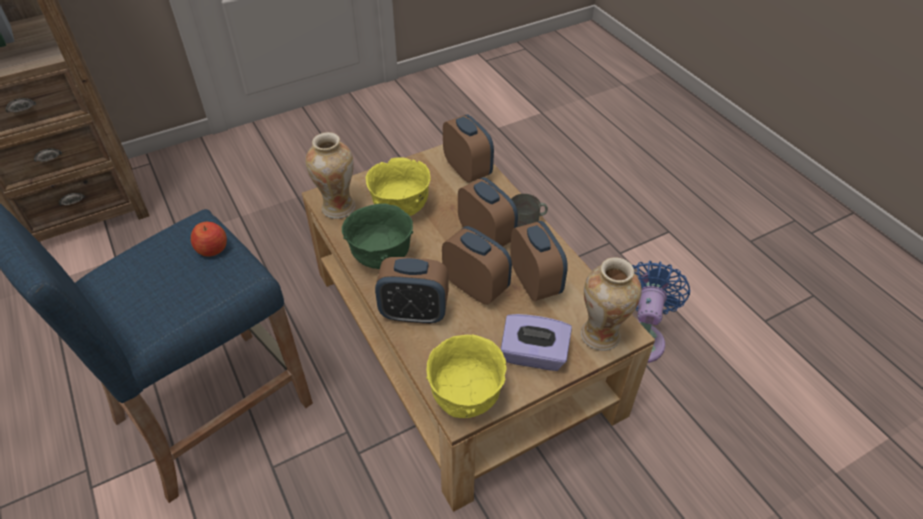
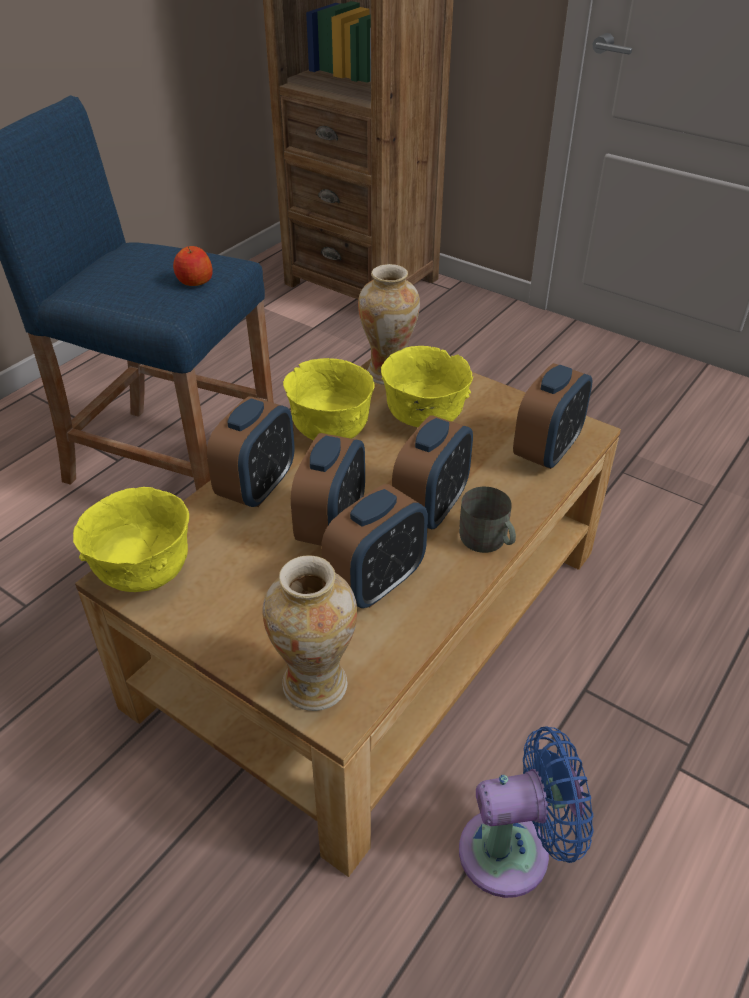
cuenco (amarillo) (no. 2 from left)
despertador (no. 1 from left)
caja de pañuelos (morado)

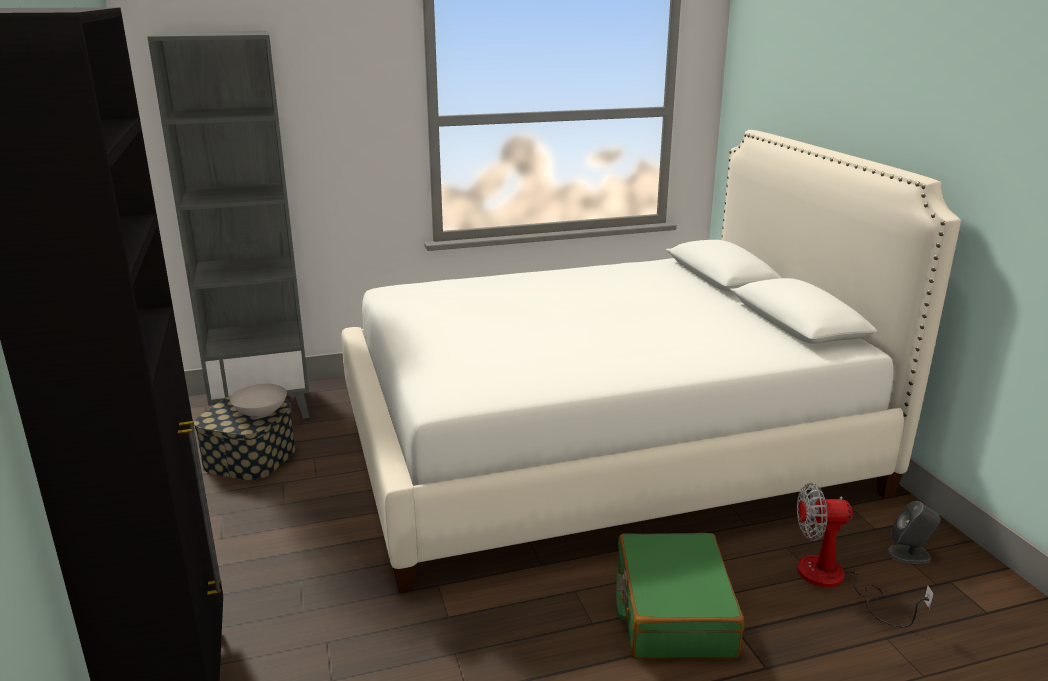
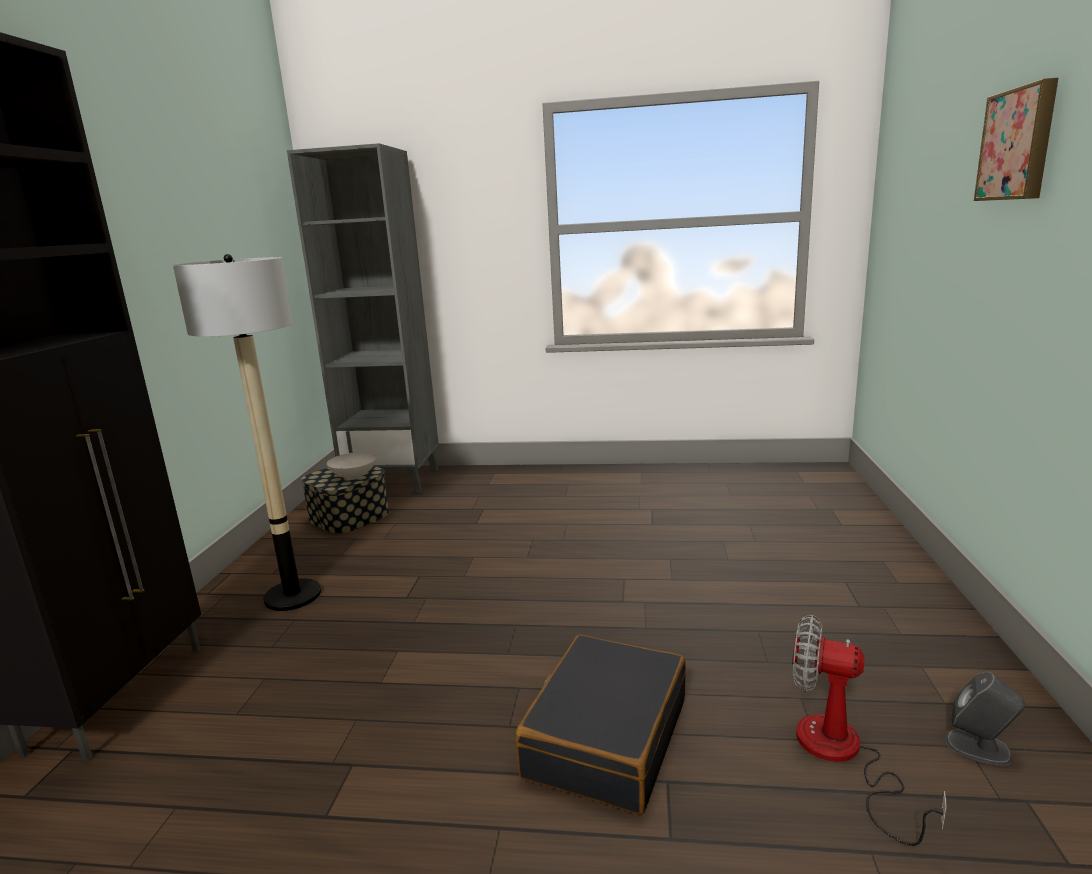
cama (blanco)
maleta (negro)
cuadro
lámpara de pie

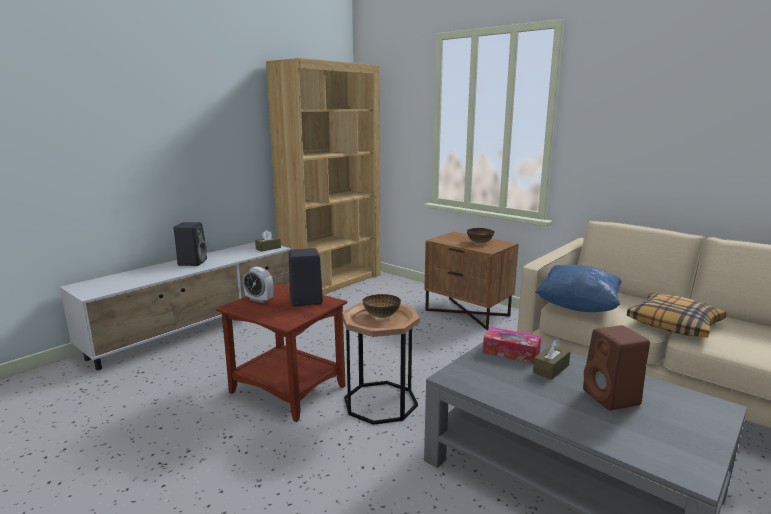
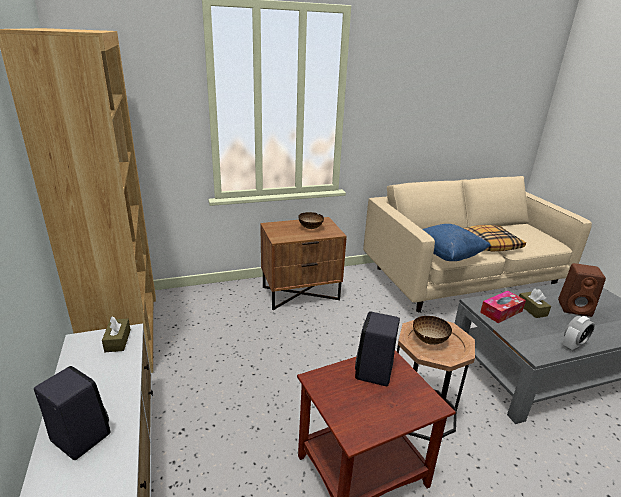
despertador

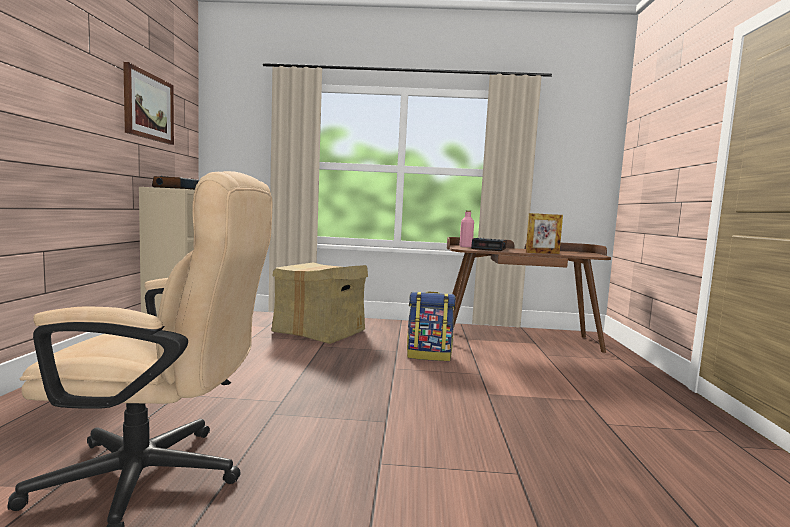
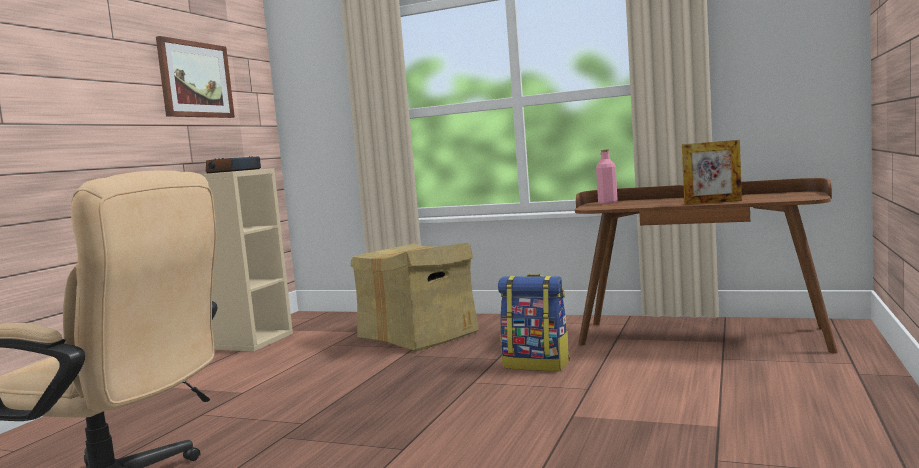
despertador (no. 2 from left in the first image)

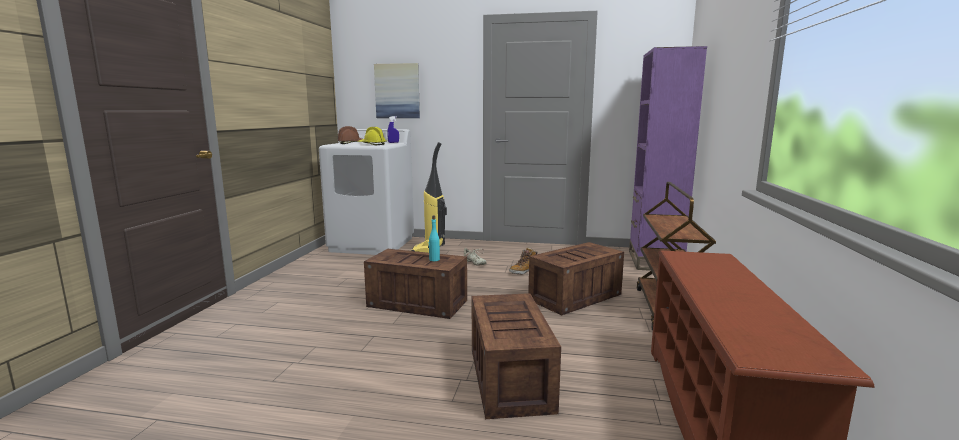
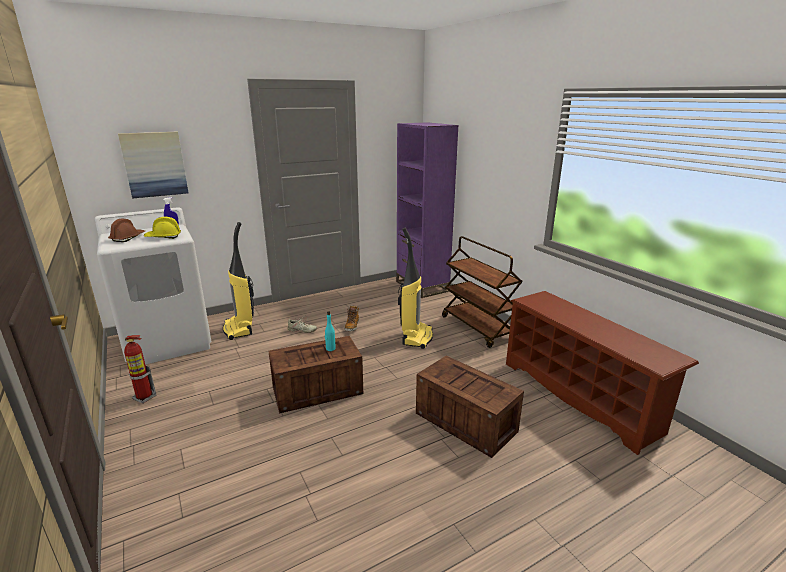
aspiradora (no. 2 from left)
extintor

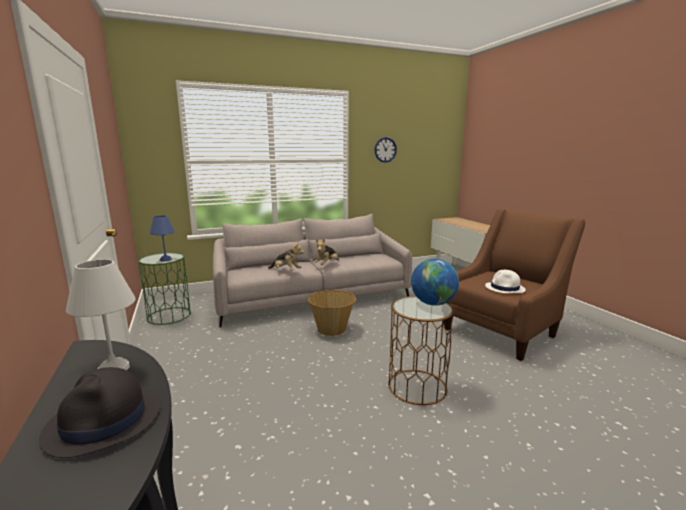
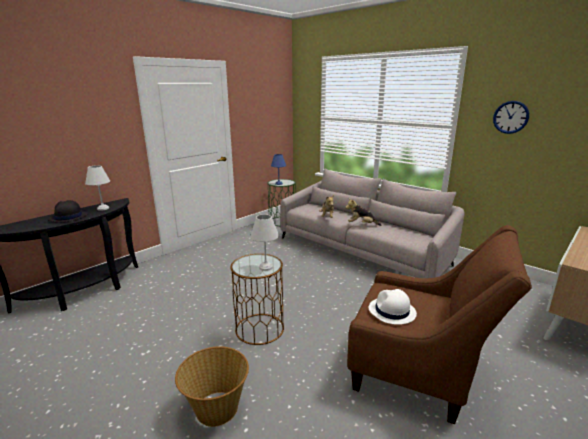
lámpara de mesa (blanco) (no. 2 from left)
cesta

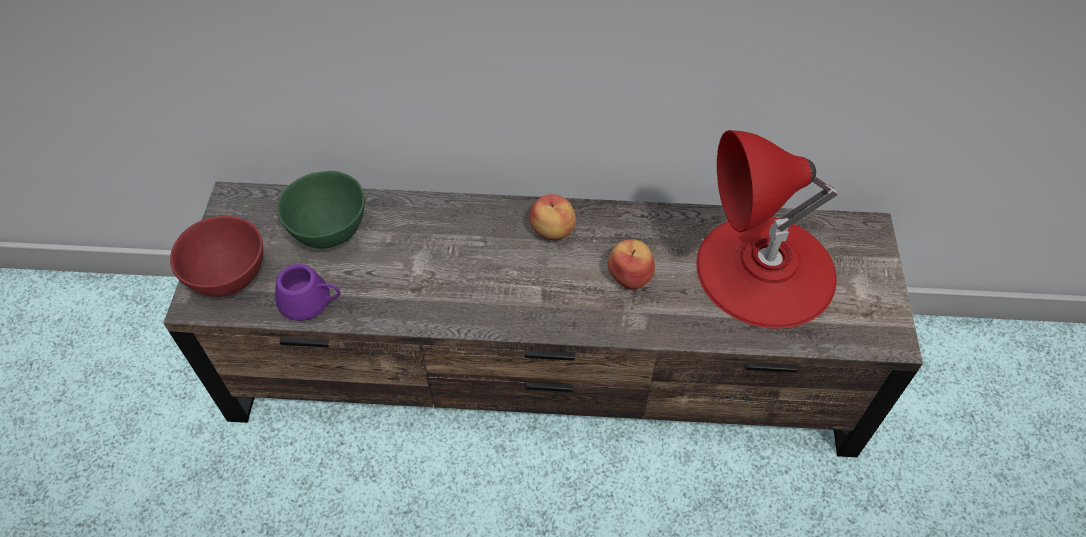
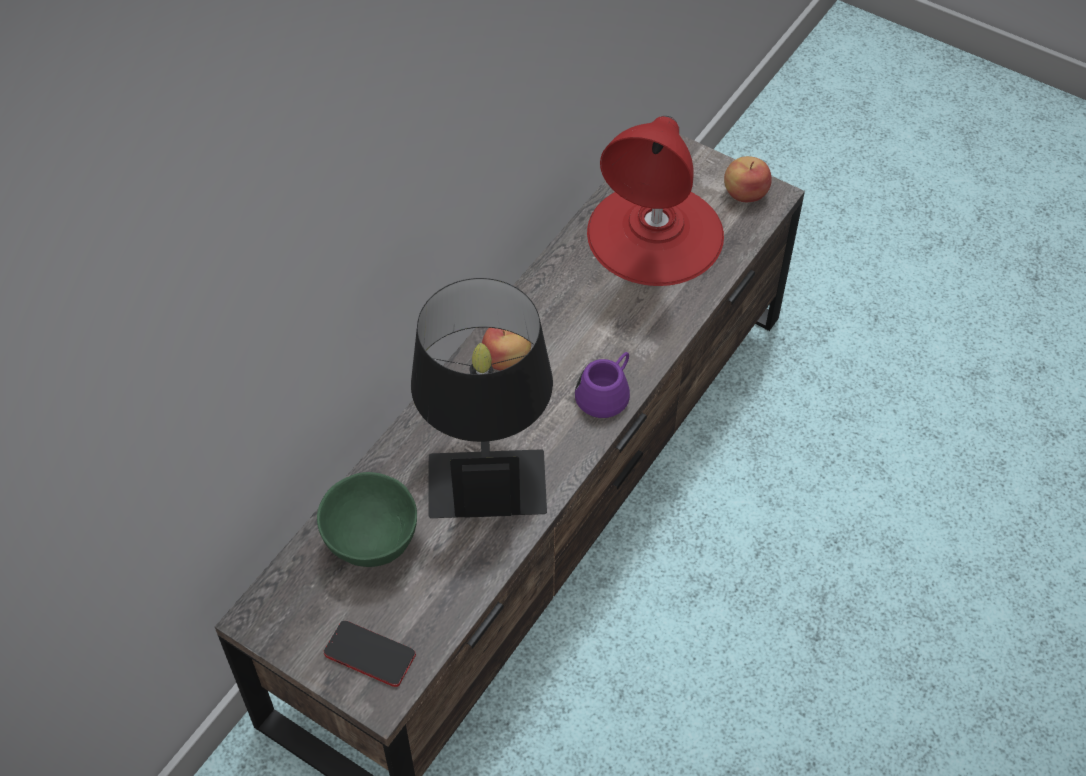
móvil
manzana (no. 2 from left)
taza grande (morado)
lámpara de mesa (negro)

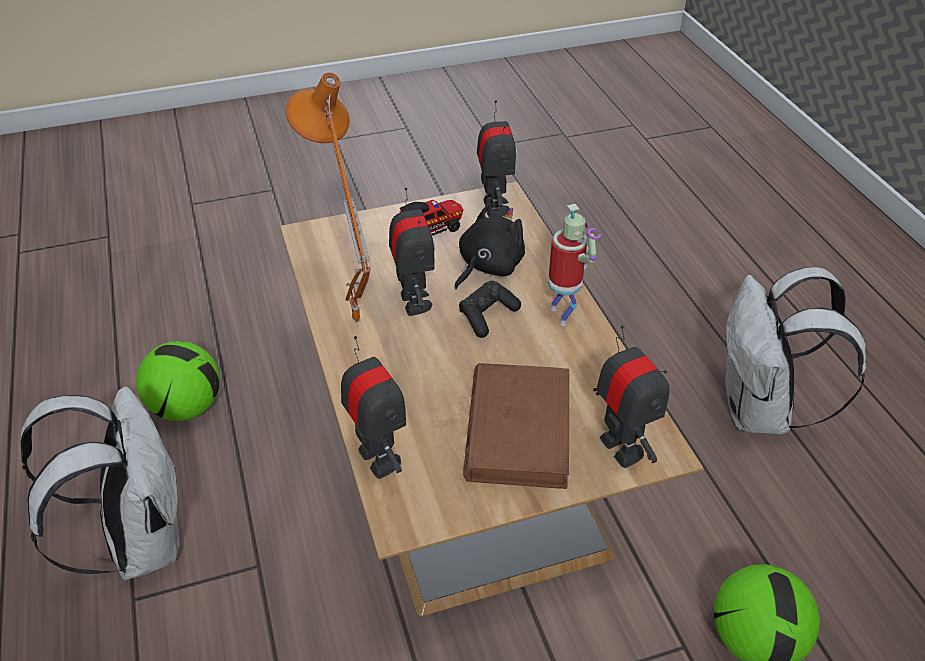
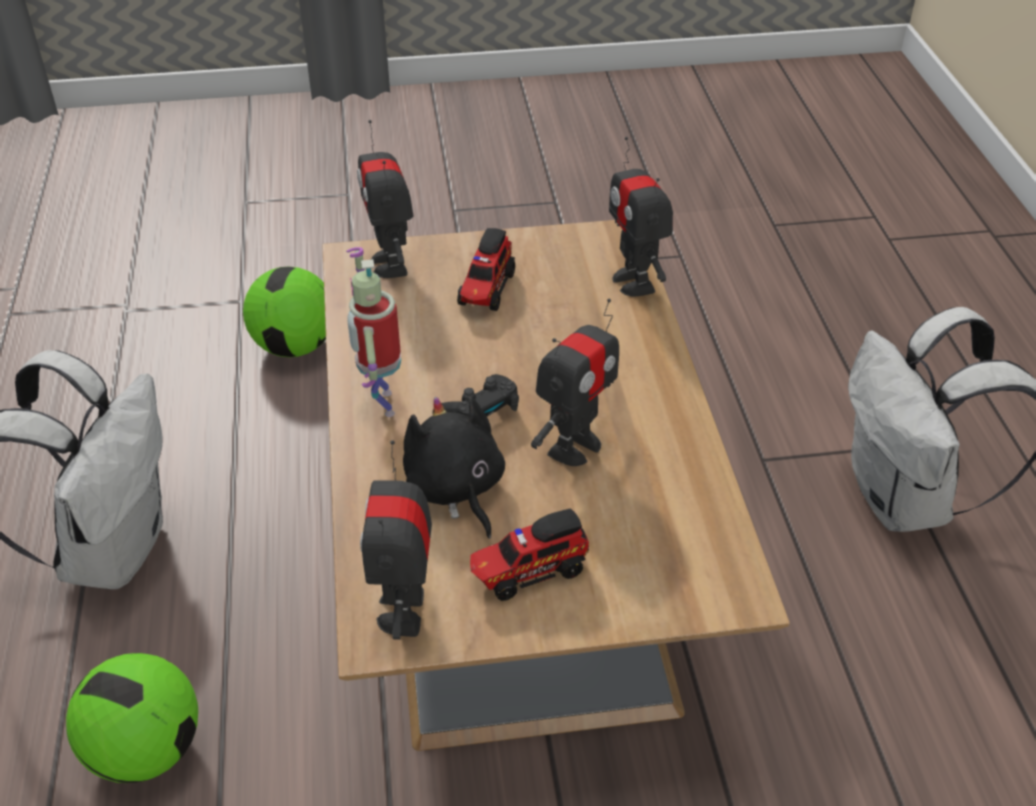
lámpara de mesa (naranja)
robot de juguete (no. 4 from left)
peluche (negro)
balón de fútbol (no. 1 from left)
camión de juguete (no. 1 from left)

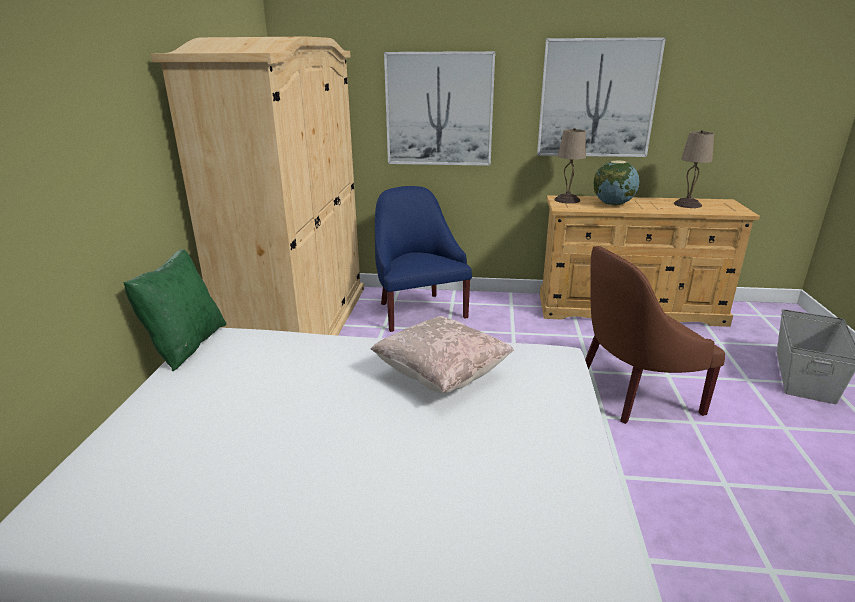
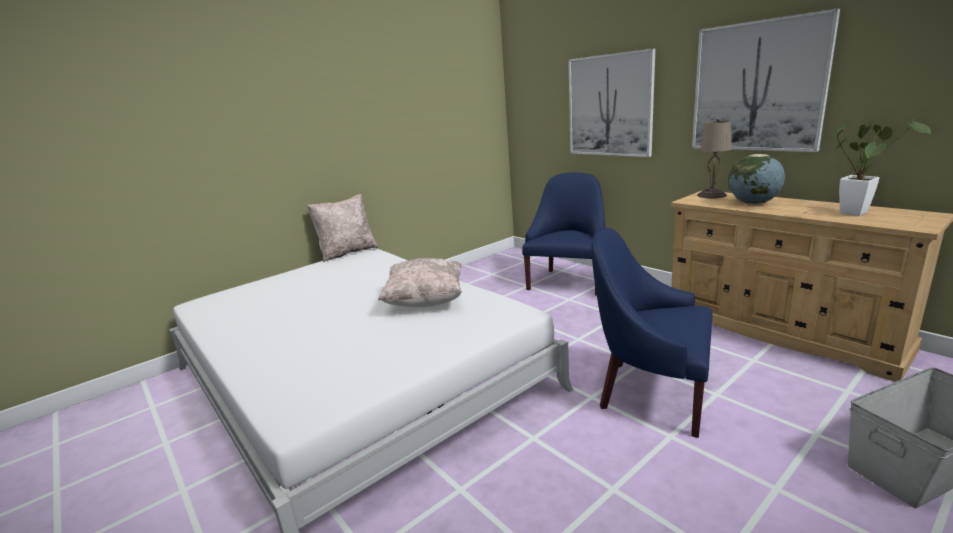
armario ropero (beis)
planta en maceta
sillón (azul) (no. 2 from left)
cojín (beis) (no. 1 from left)

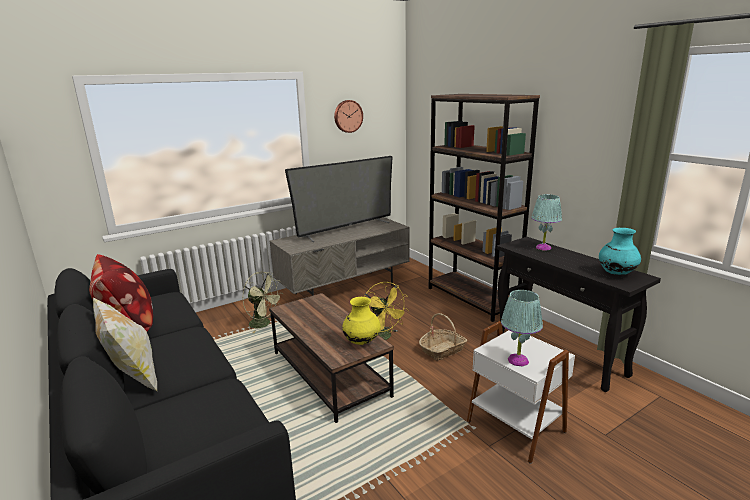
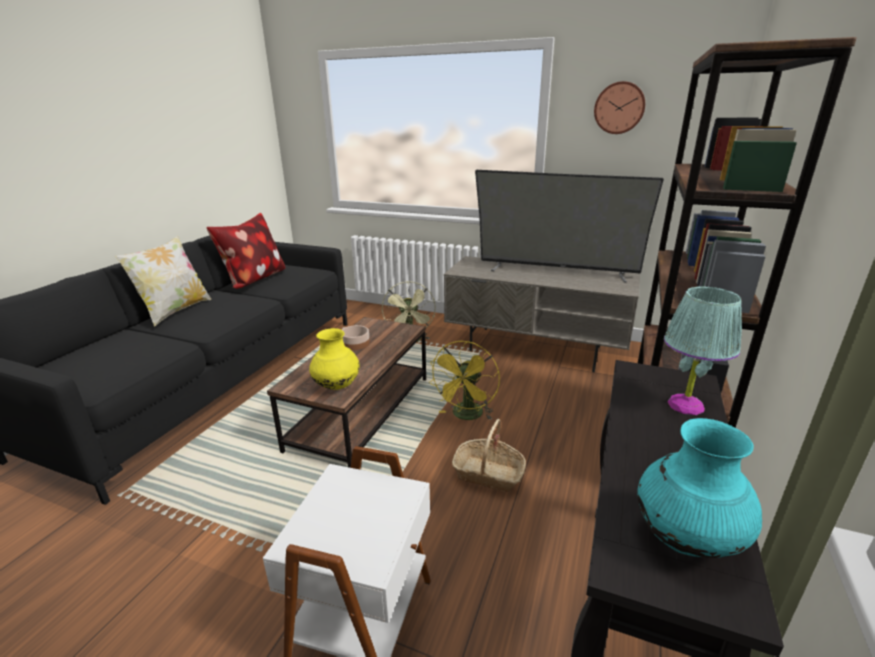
lámpara de mesa (turquesa) (no. 1 from left in the first image)
cuenco

